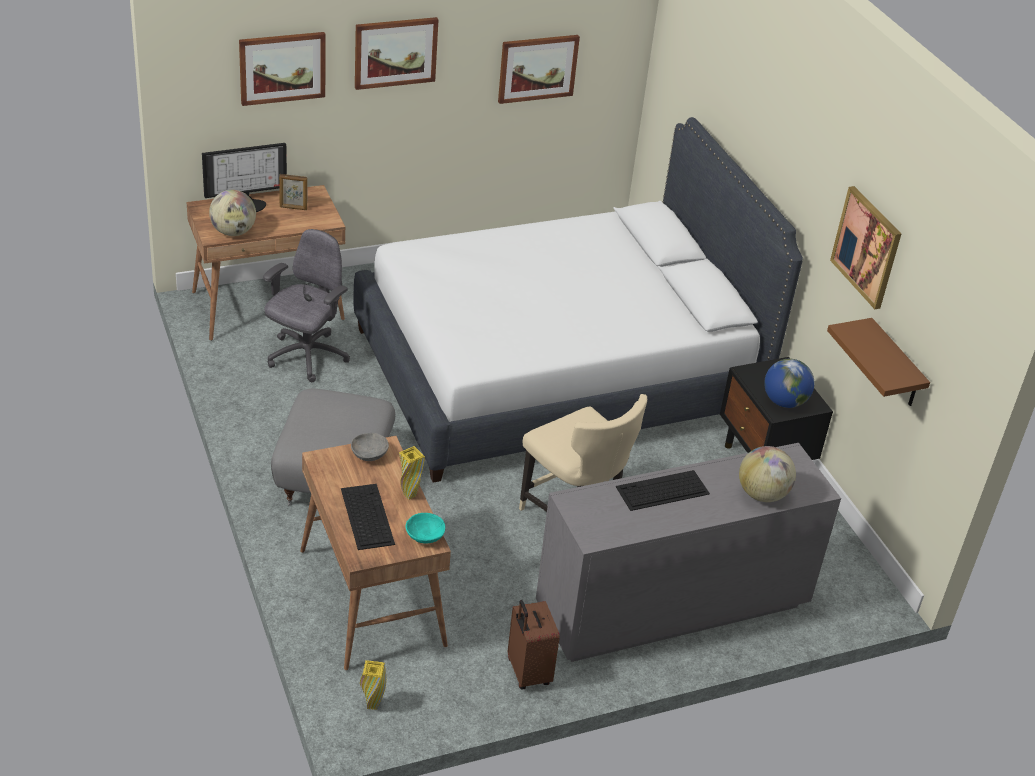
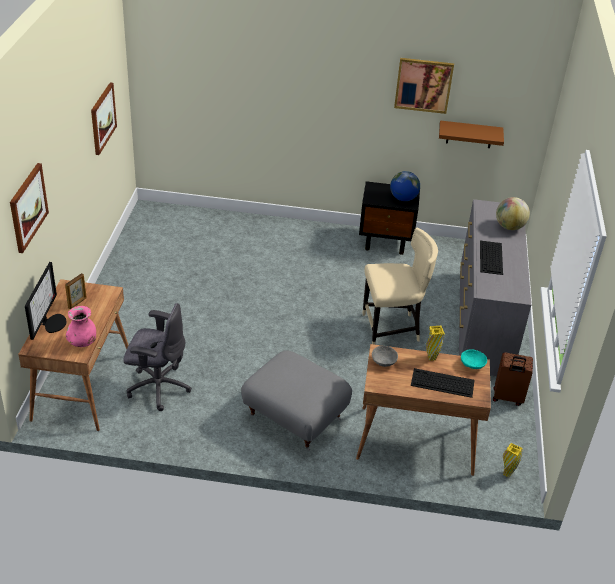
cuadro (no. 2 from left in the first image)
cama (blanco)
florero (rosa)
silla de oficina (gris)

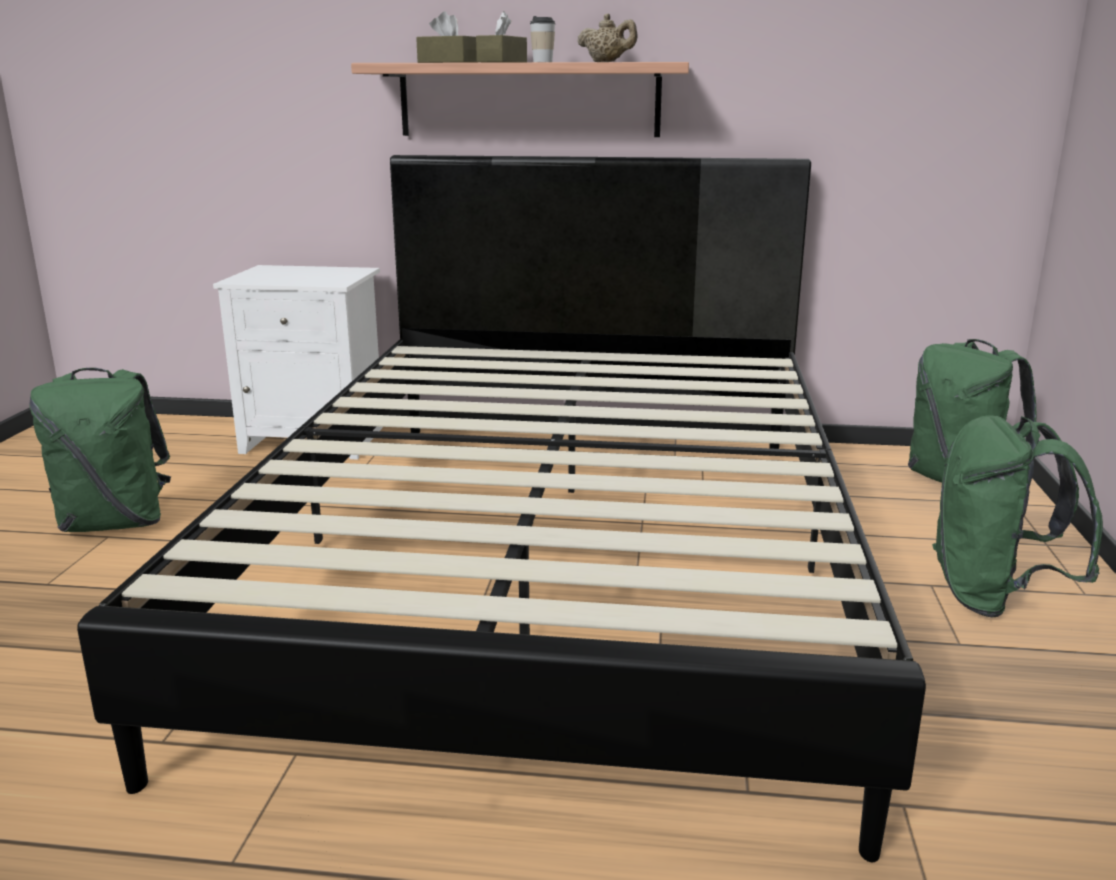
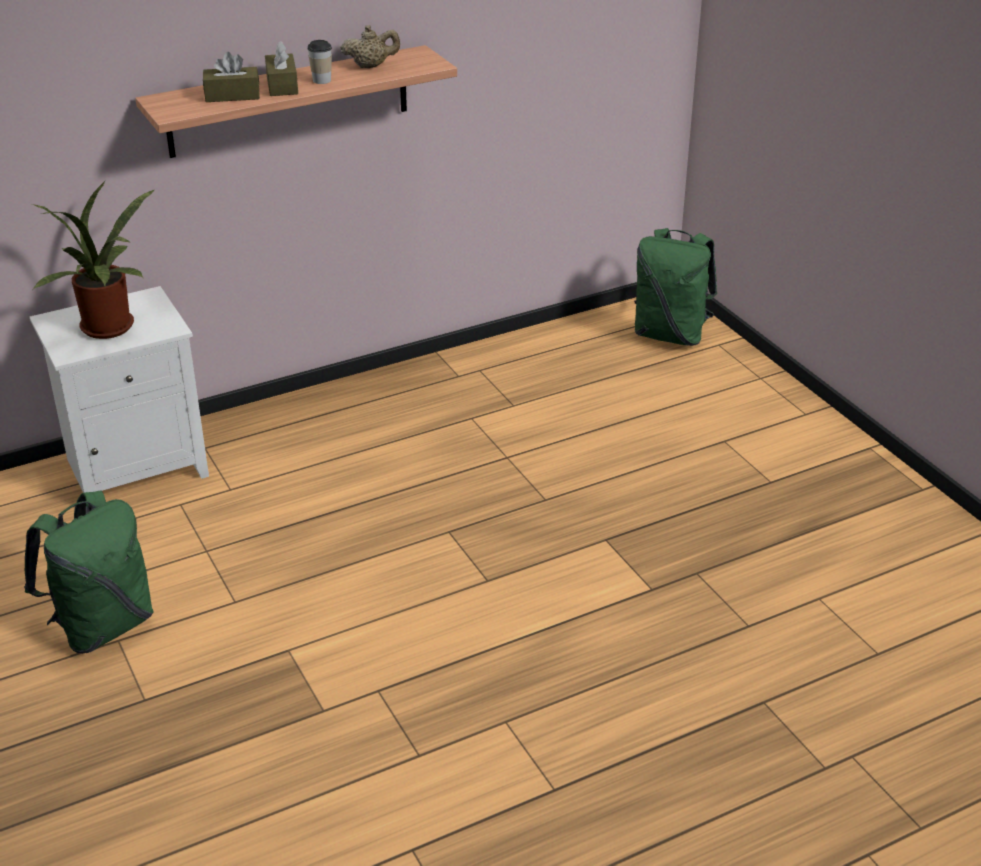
cama (negro)
mochila (verde) (no. 3 from left in the first image)
planta en maceta

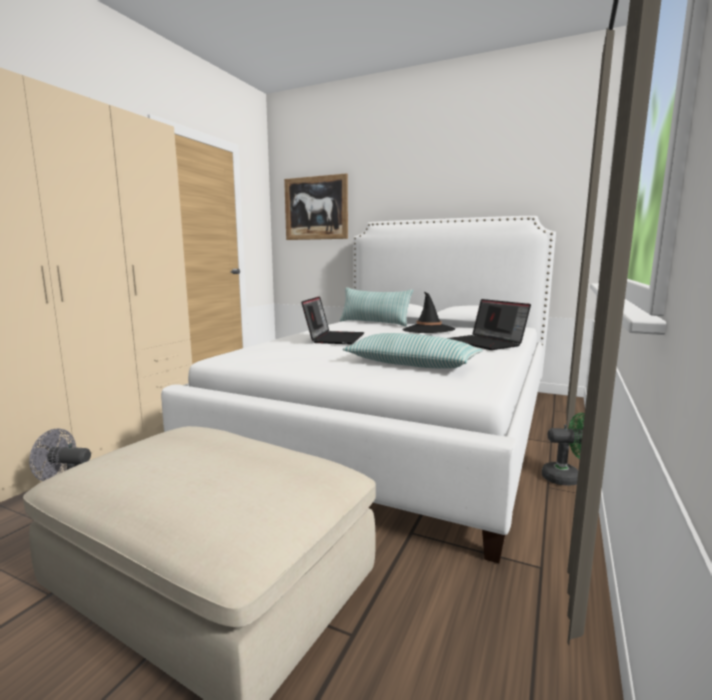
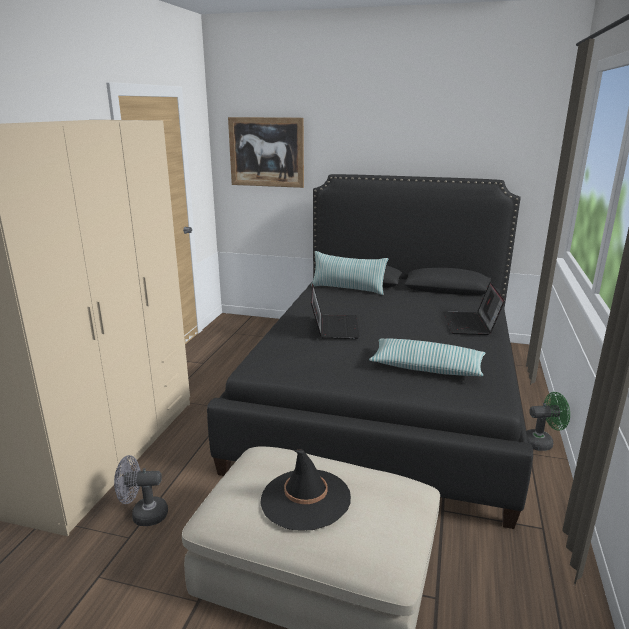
cama (negro)
sombrero (negro)
portátil (no. 2 from left)

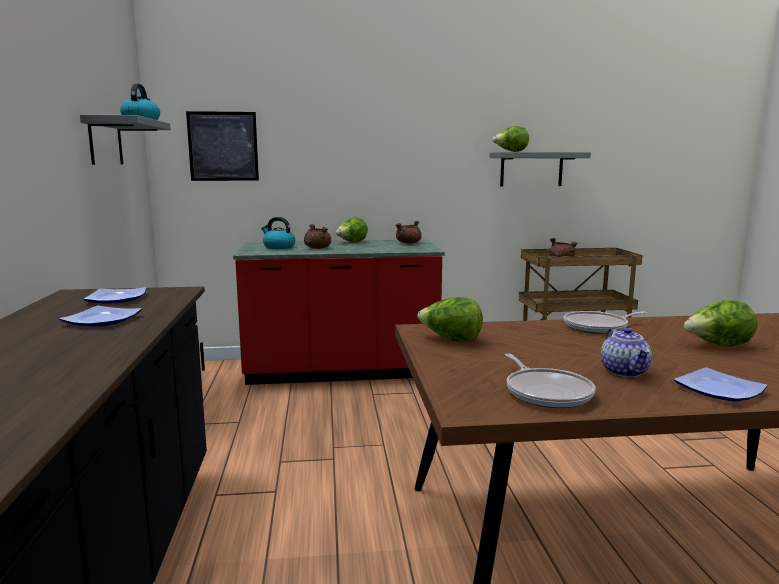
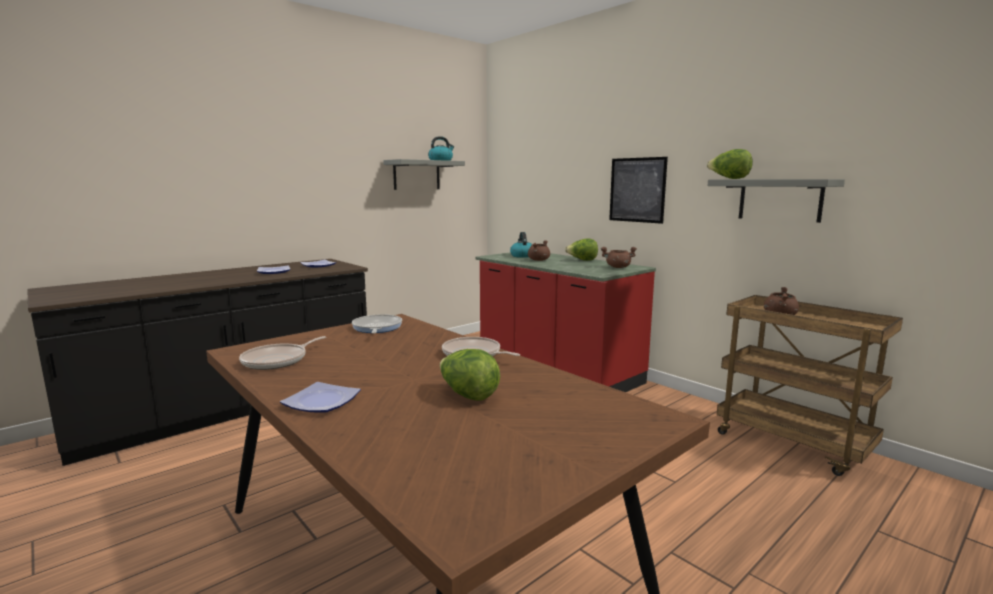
cuadro
sartén (no. 2 from left)
tetera

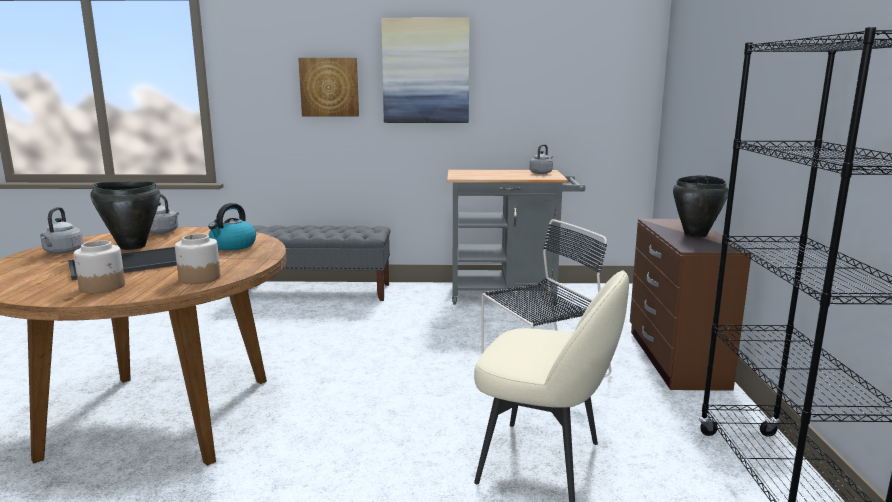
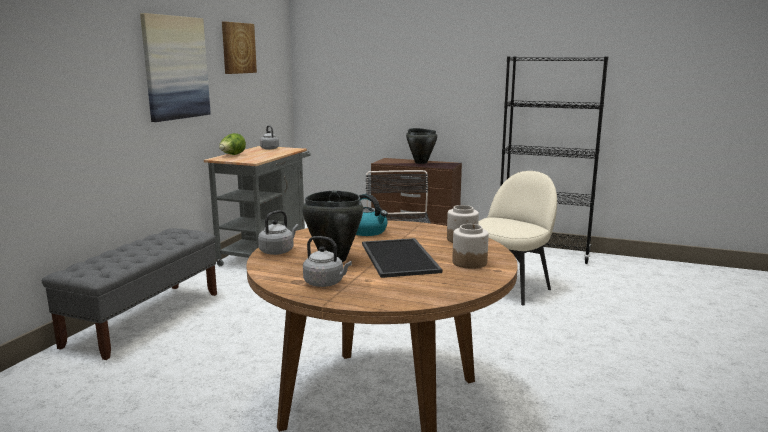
cuadro (no. 2 from left)
lechuga

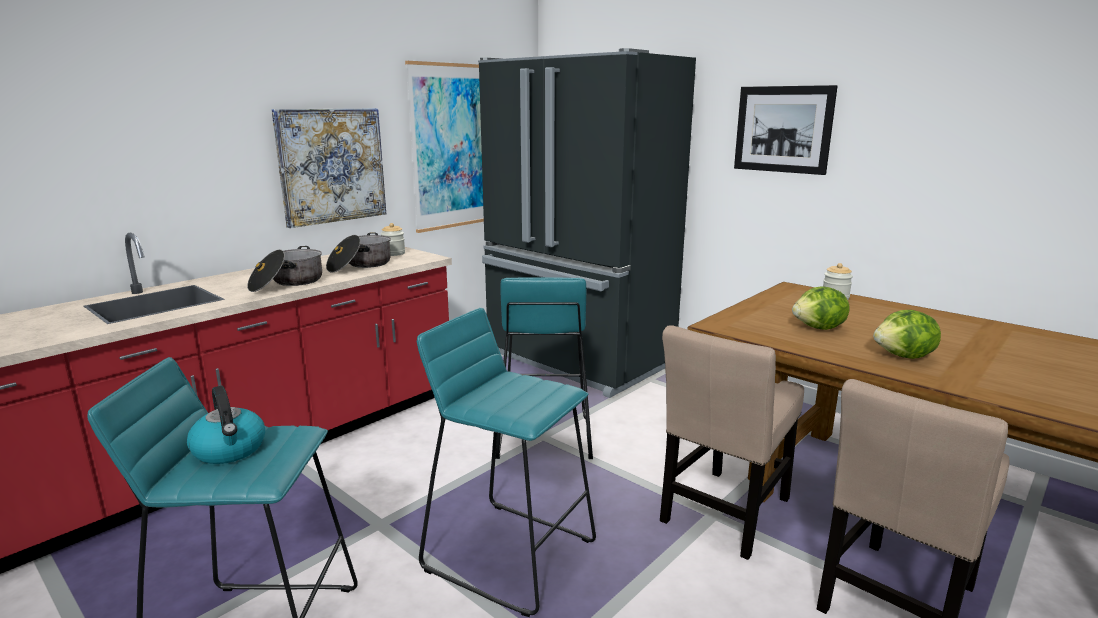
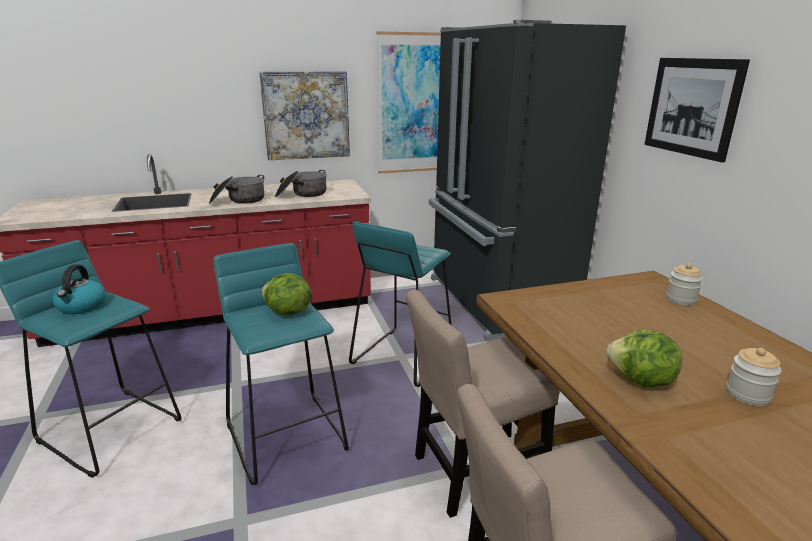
tarro (no. 2 from left)
lechuga (no. 1 from left)

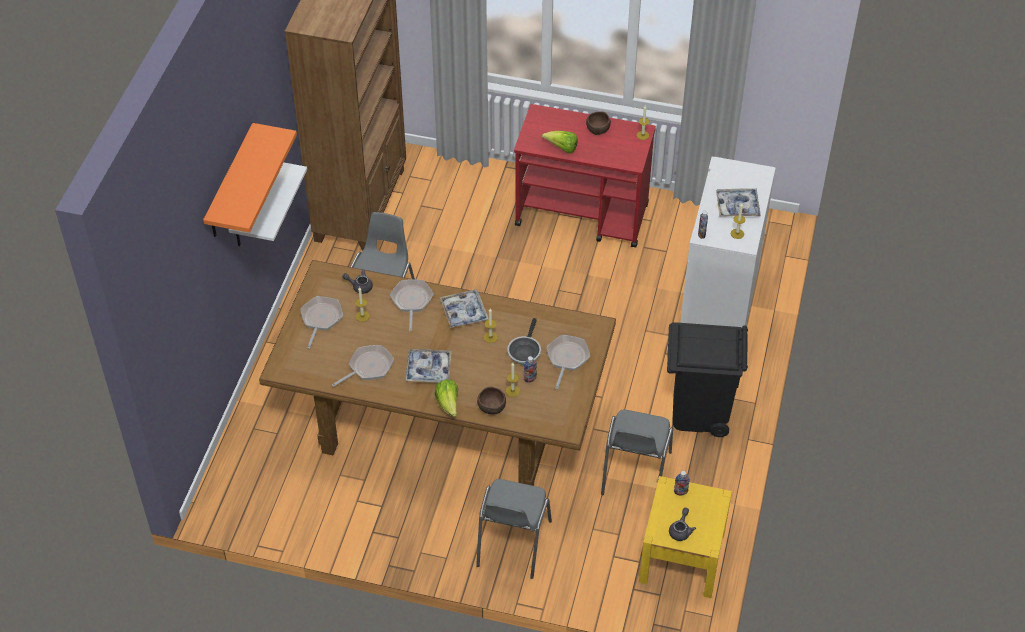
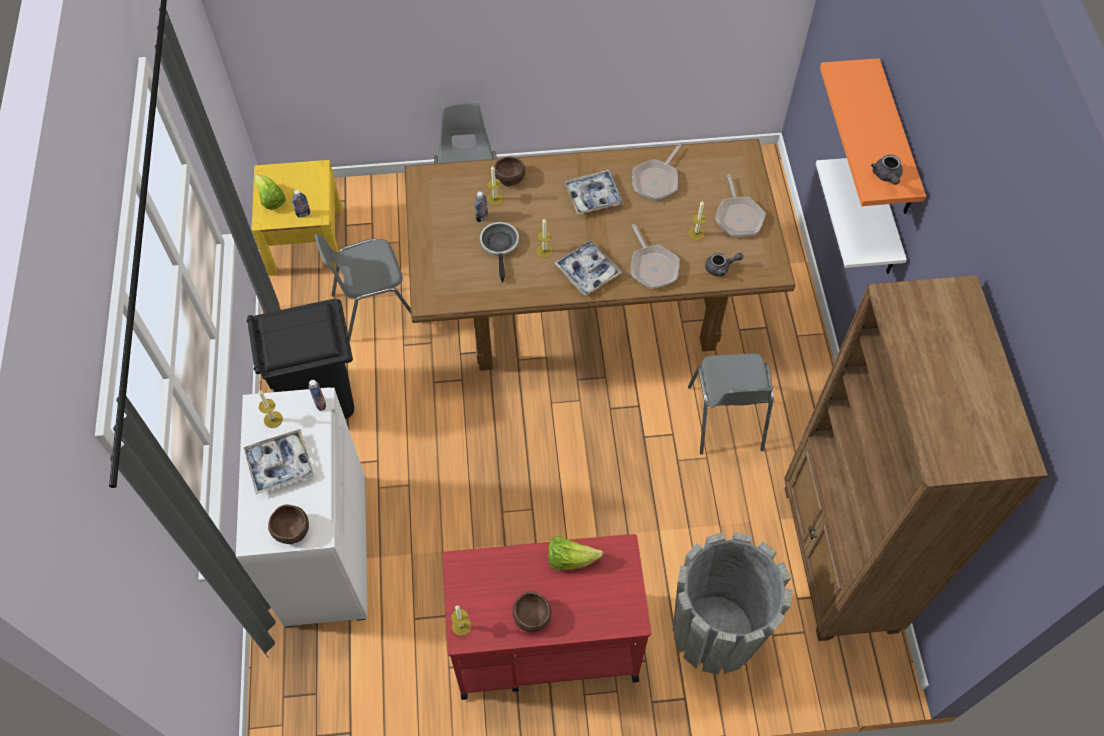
sartén (no. 5 from left in the first image)
lechuga (no. 1 from left)
silla (gris) (no. 1 from left)
tetera (gris) (no. 2 from left)
cuenco (marrón) (no. 1 from left)
maceta (gris)

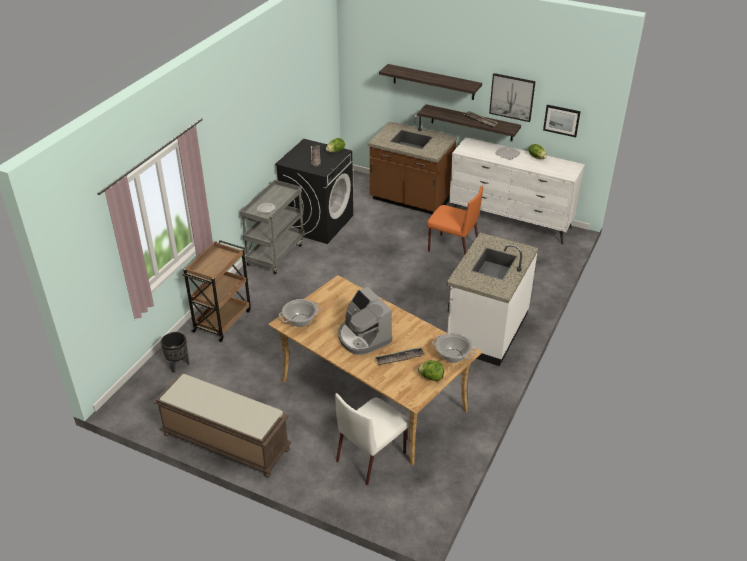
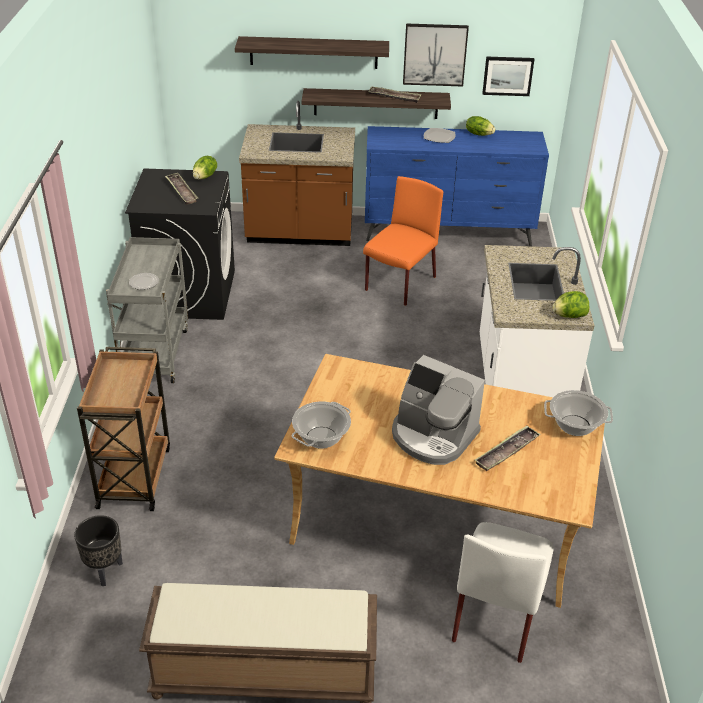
cómoda (azul)
silla (naranja)
lechuga (no. 3 from left)

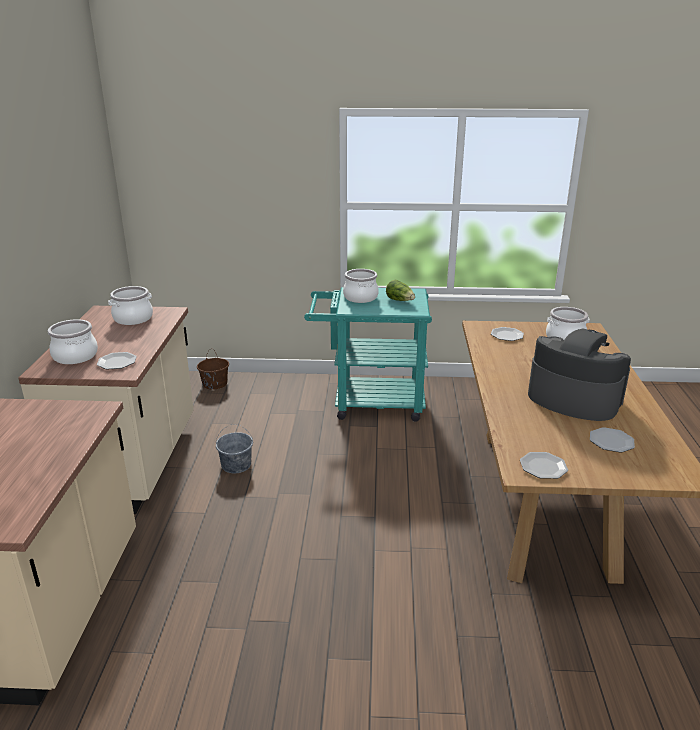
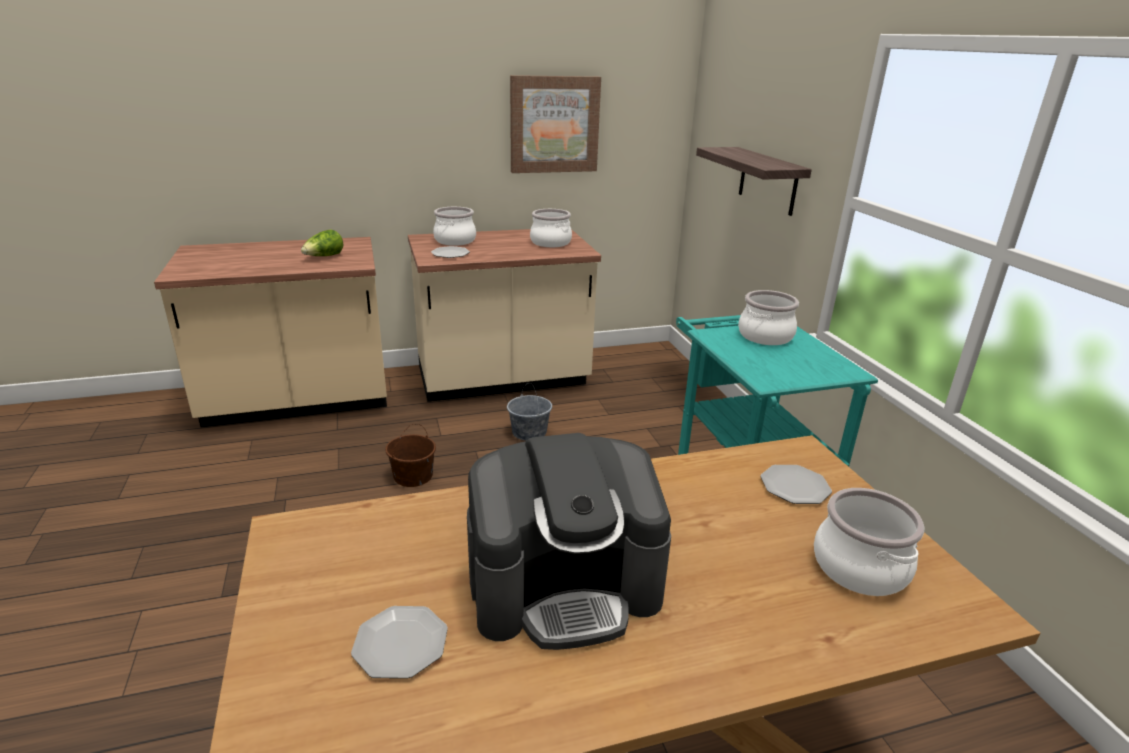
lechuga
cafetera
cubo (marrón)
plato (no. 3 from left in the first image)
cuadro
estante

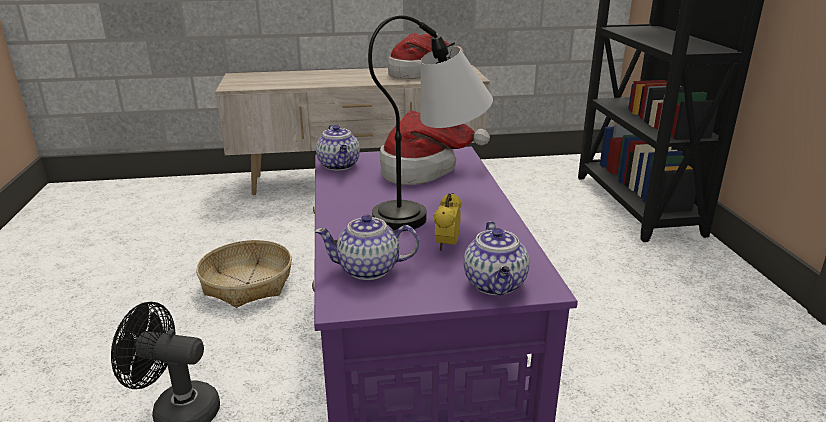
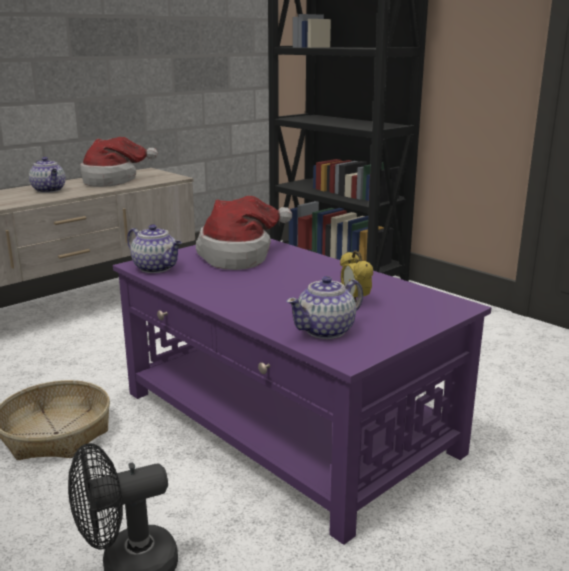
lámpara de mesa
tetera (no. 1 from left)

